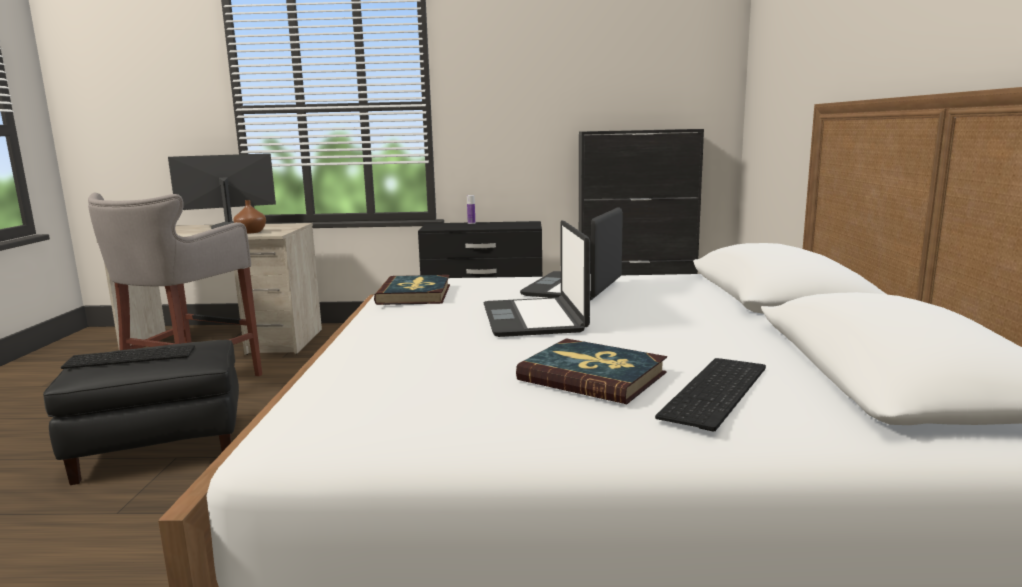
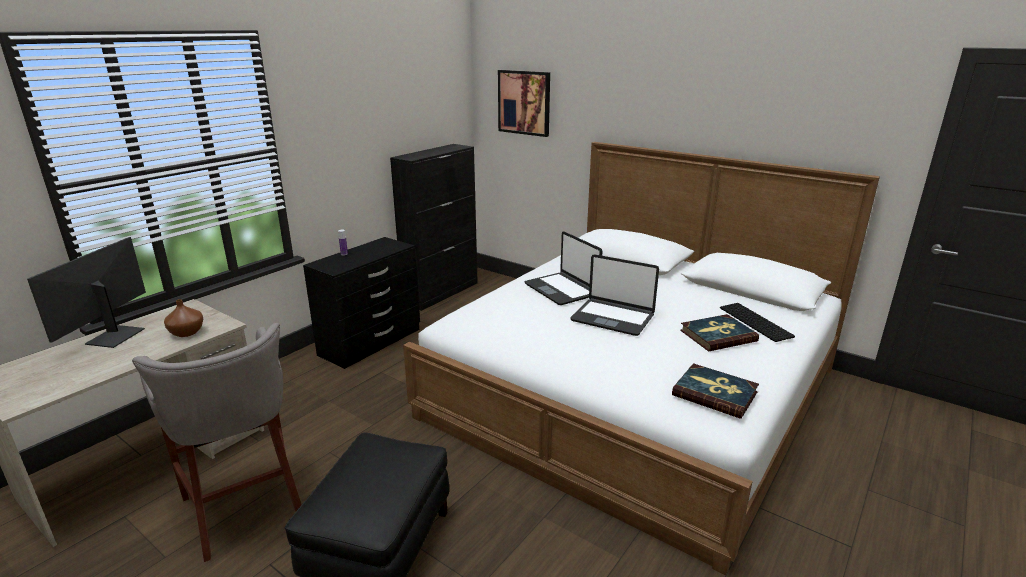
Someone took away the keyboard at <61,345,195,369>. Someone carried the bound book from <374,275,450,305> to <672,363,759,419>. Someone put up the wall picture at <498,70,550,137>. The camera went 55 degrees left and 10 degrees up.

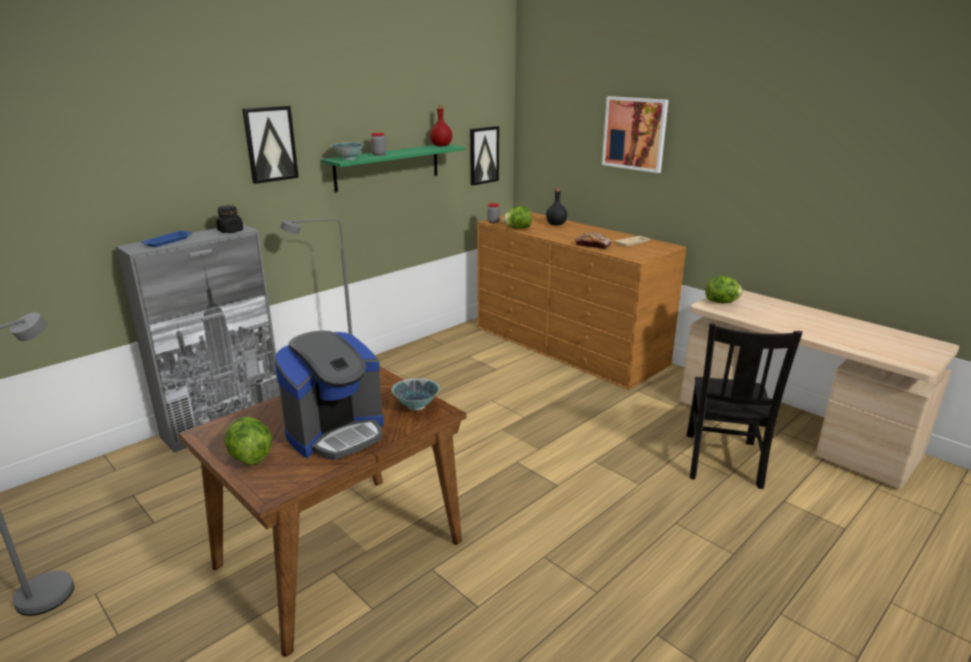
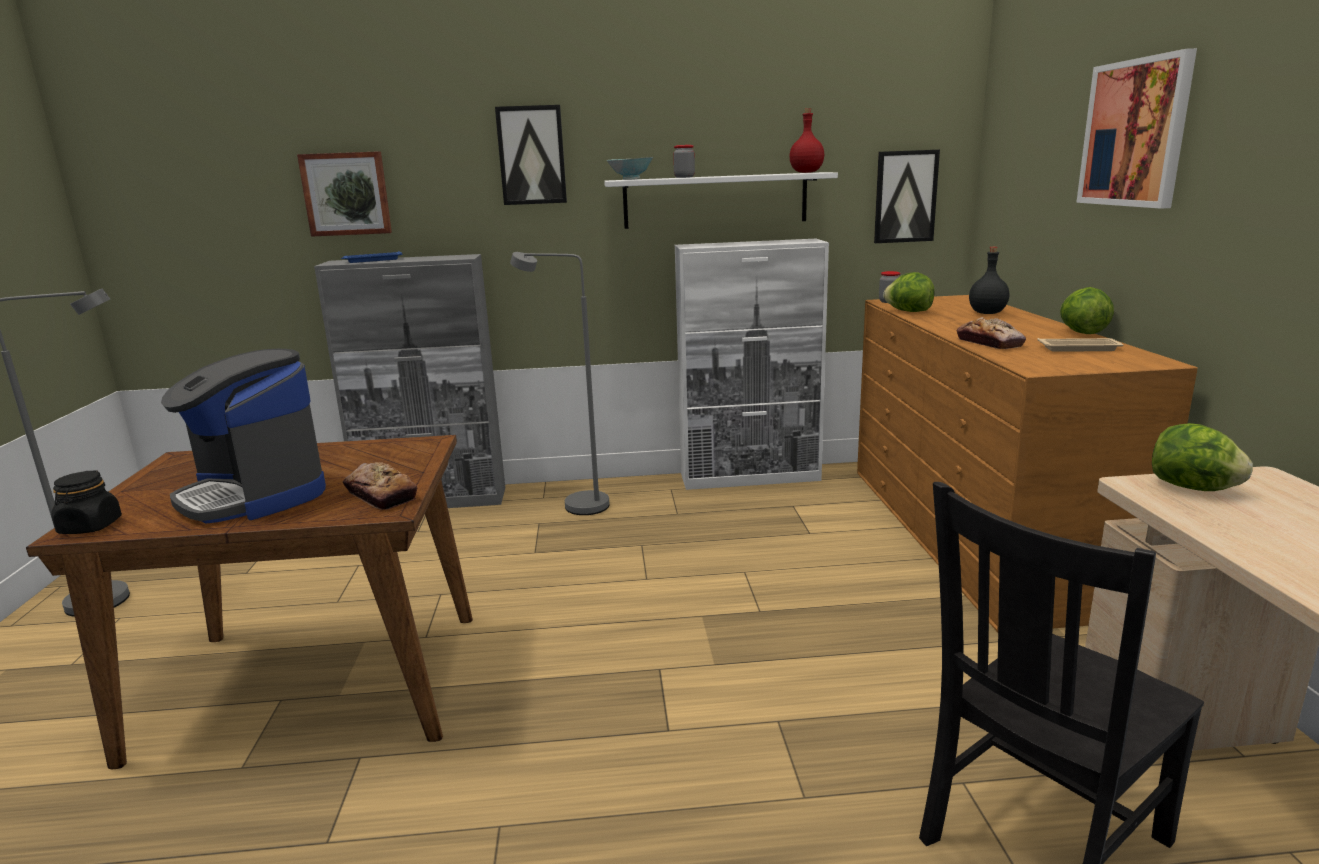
Someone carried the jar (black) from <216,205,243,233> to <51,470,122,534>. Someone carried the lettuce head from <224,417,272,465> to <1060,287,1114,334>. Someone rotated the coffee machine at <274,331,384,460> by 45 degrees clockwise. Someone repainted the shelf (green-coloured) at <321,144,465,192>, which became the shelf (whitish) at <604,172,838,229>. Someone swapped the serving bowl at <392,378,440,411> for the baked bread at <343,462,417,510>. Someone put up the wall picture at <297,151,392,237>. Someone put down the cabinet (whitish) at <675,239,829,490>. The camera went 40 degrees right and 5 degrees down.

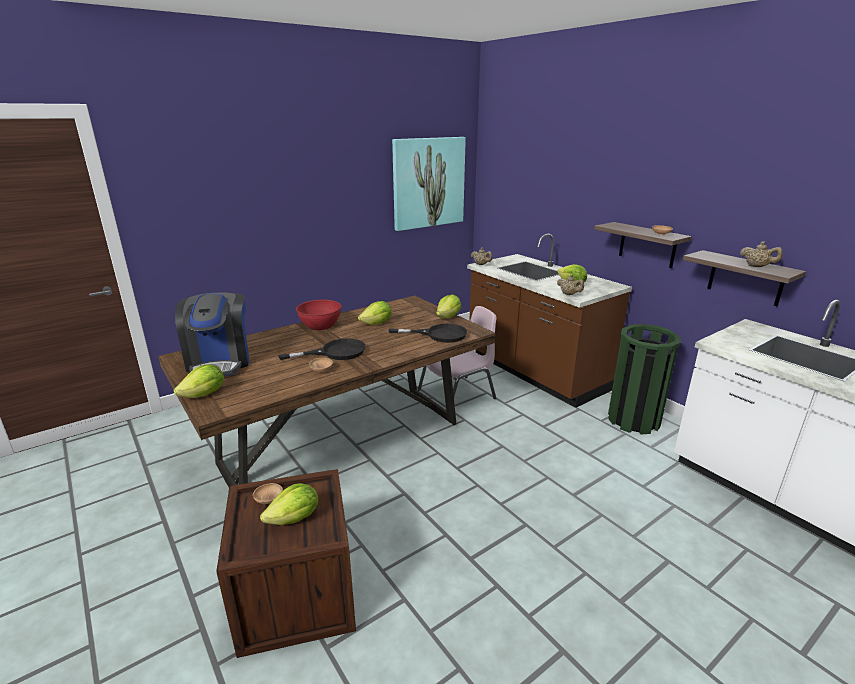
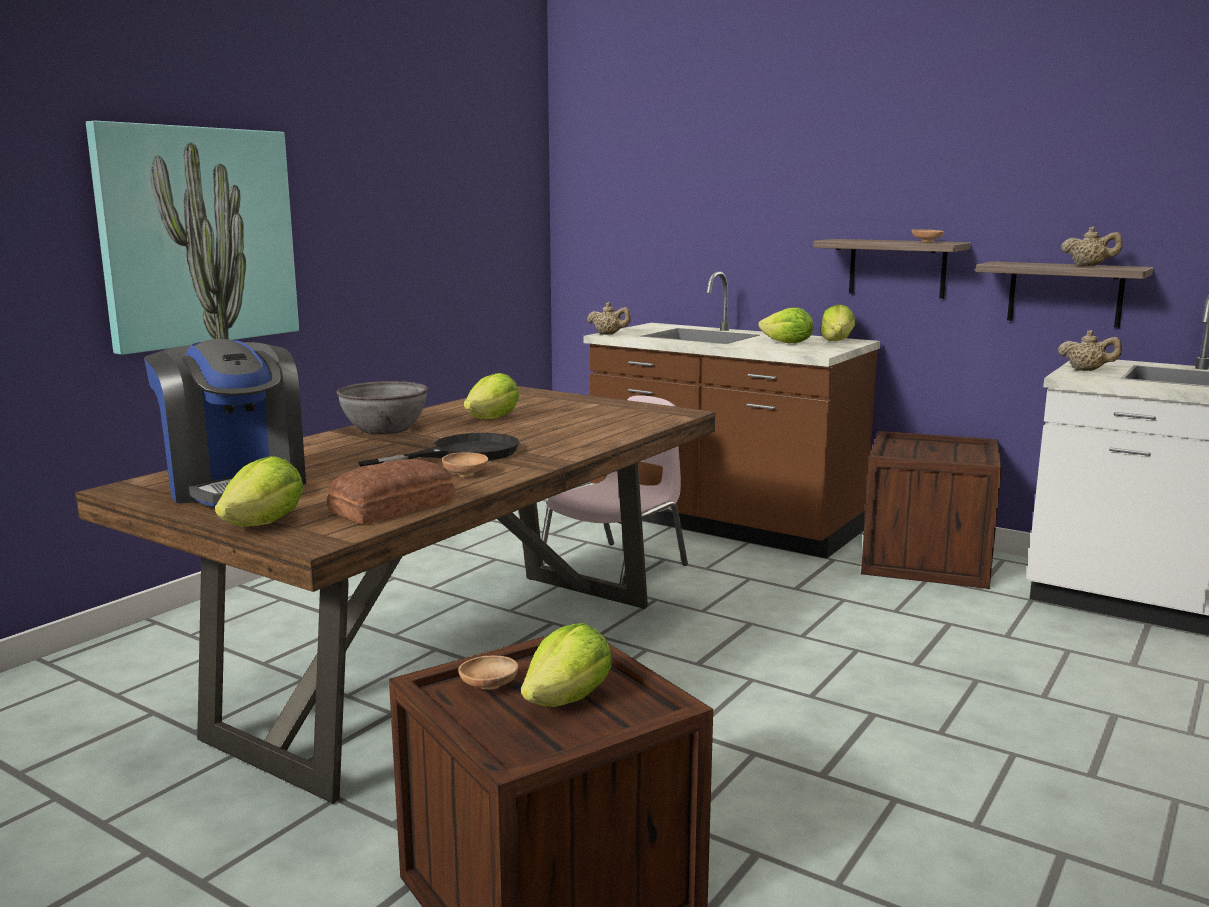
Someone repainted the serving bowl (reddish) at <296,300,342,330>, which became the serving bowl (greyish) at <336,381,428,434>. Someone took away the frying pan (black) at <389,324,467,343>. Someone carried the wall picture from <392,137,466,231> to <86,121,299,355>. Someone carried the lettuce head from <436,294,461,318> to <821,305,855,341>. Someone carried the teapot (sand-coloured) from <557,274,584,295> to <1058,330,1122,371>. Someone swapped the waste bin (green-coloured) at <608,324,681,434> for the shipping crate at <861,431,1002,589>. Someone put down the baked bread at <327,459,455,524>. The camera went 20 degrees left and 10 degrees down.

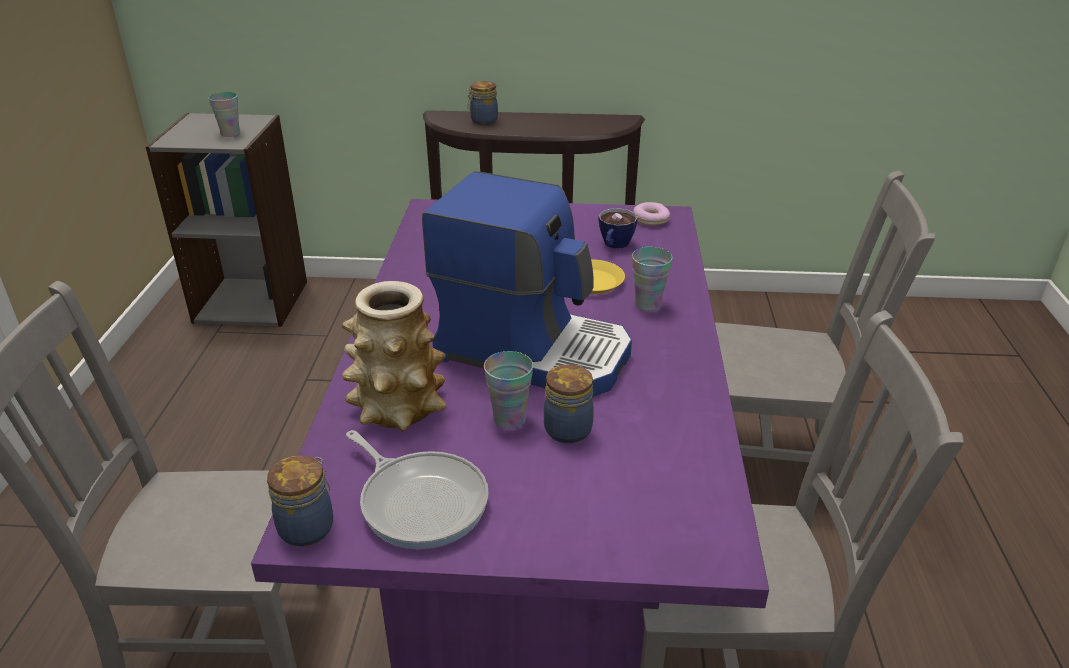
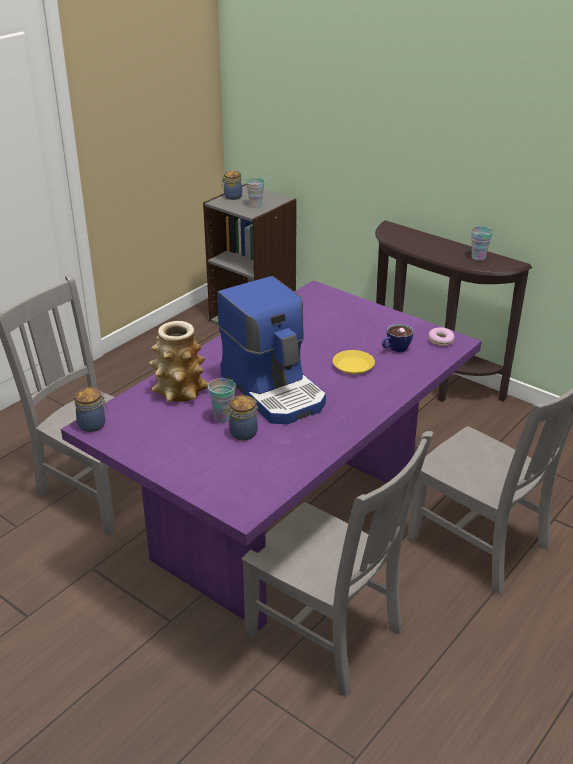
Someone took away the frying pan at <346,430,489,549>. Someone carried the jar from <467,81,498,125> to <222,171,242,200>. Someone carried the cup from <632,247,673,311> to <471,226,493,261>. The camera went 35 degrees right and 0 degrees up.

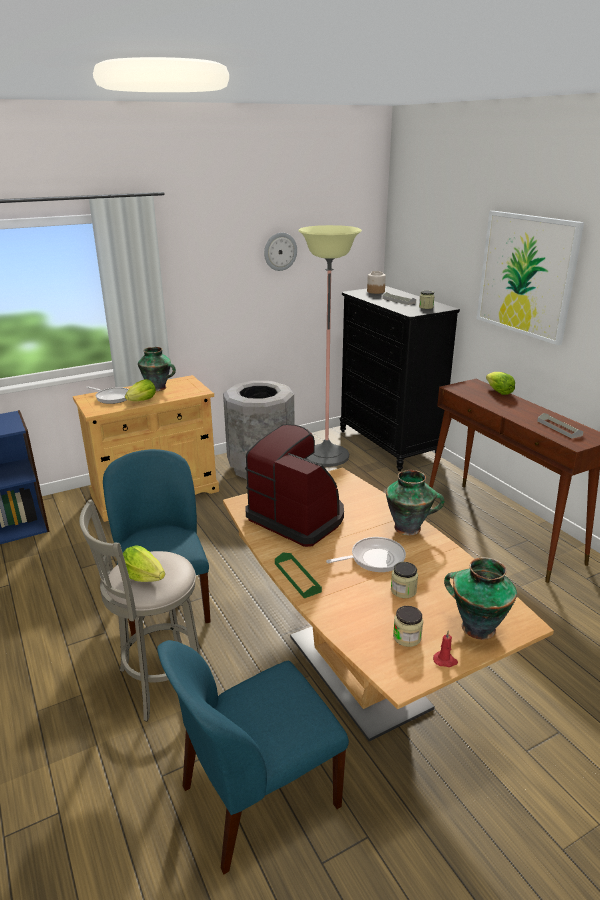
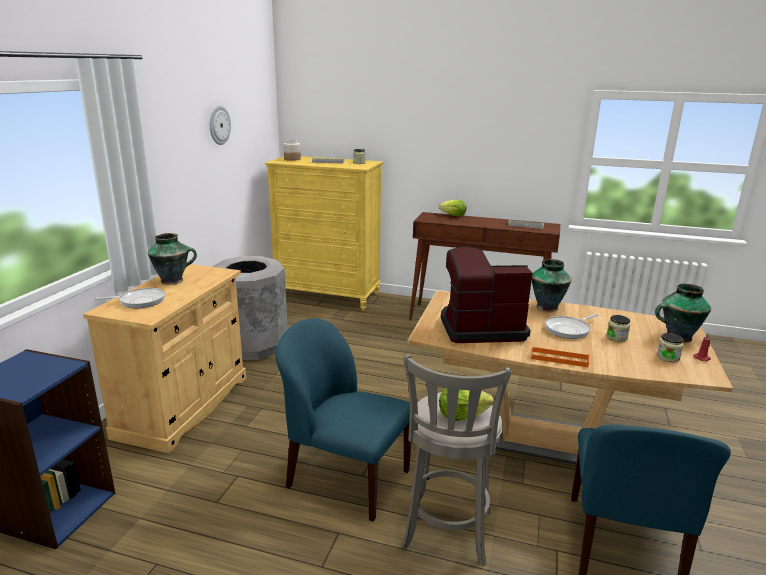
Someone took away the lettuce head at <125,379,156,401>. Someone repainted the carrying tray (green-coloured) at <275,552,322,598>, which became the carrying tray (orangey) at <531,346,589,367>. Someone took away the standard lamp at <298,225,362,467>. Someone rotated the frying pan at <326,537,406,572> by 150 degrees counterclockwise. Someone repainted the drawer chest (black) at <340,286,460,471>, which became the drawer chest (yellowish) at <265,156,383,310>. Someone took away the wall picture at <477,211,584,345>. The camera went 45 degrees left and 5 degrees down.

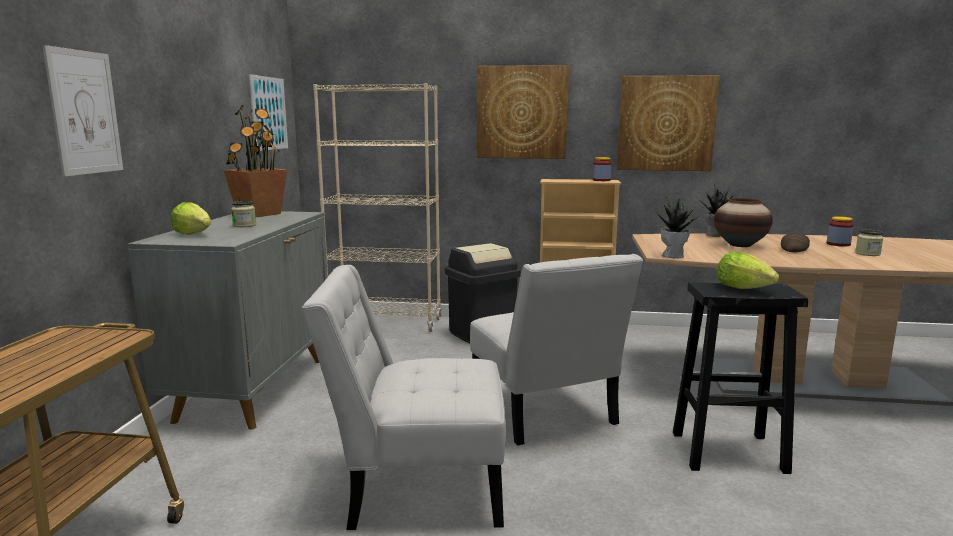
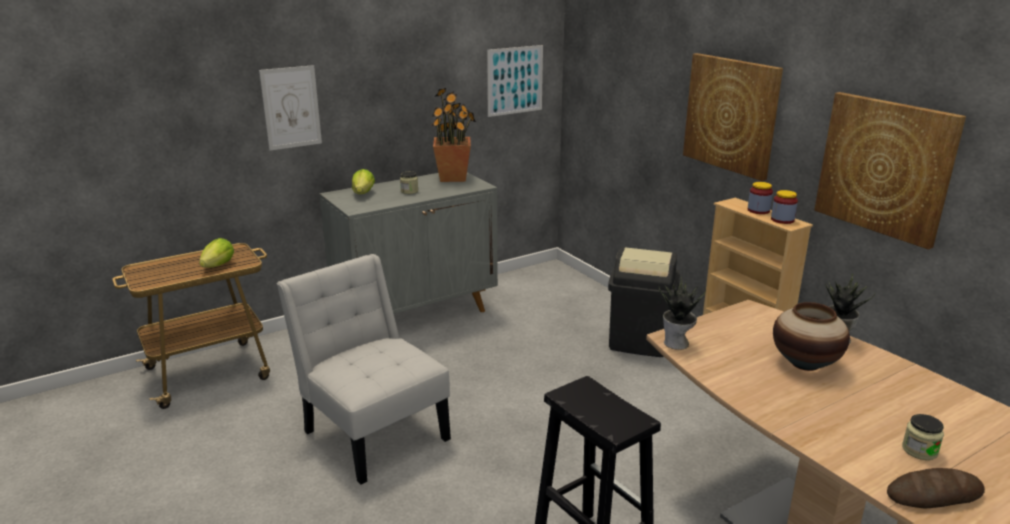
Someone took away the bookshelf (sand-coloured) at <313,83,442,332>. Someone took away the upright chair (whitish) at <470,254,643,446>. Someone carried the lettuce head from <717,252,779,289> to <199,238,234,268>. Someone carried the baked bread from <781,233,810,252> to <887,468,985,508>. Someone carried the jar from <827,216,854,247> to <747,182,773,214>. The camera went 50 degrees right and 10 degrees up.

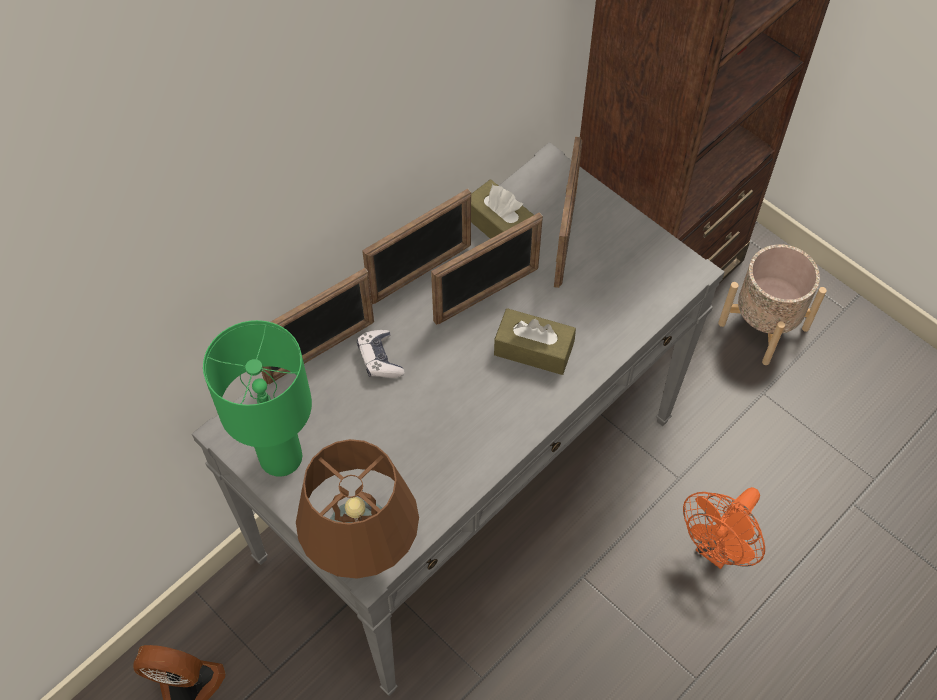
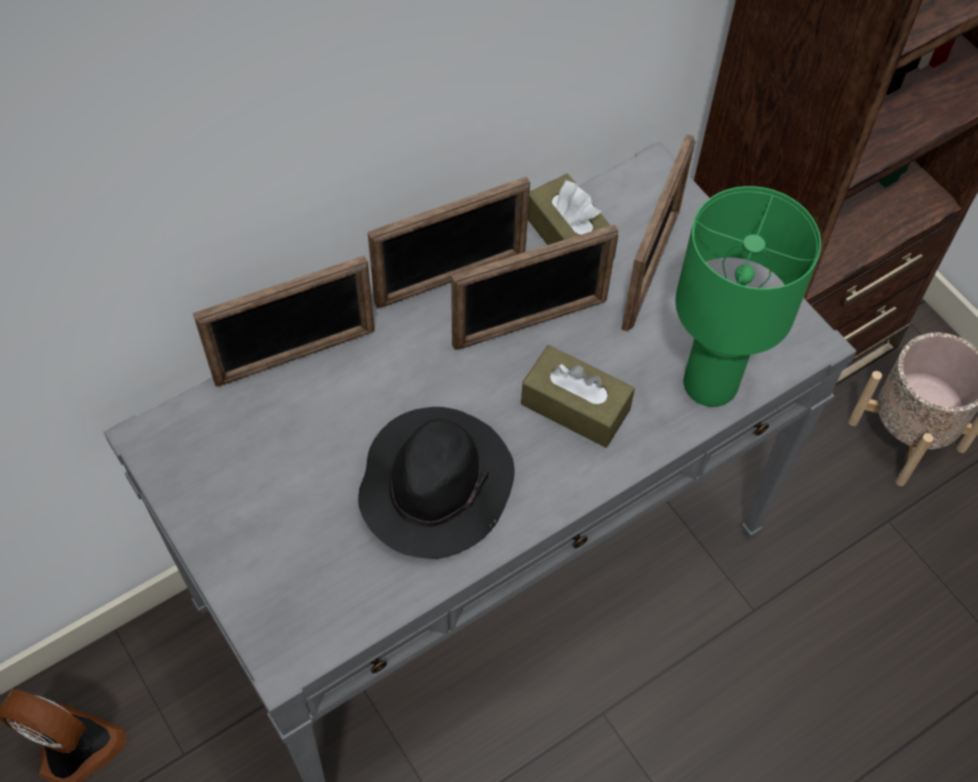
Someone carried the tabletop lamp (green-coloured) from <203,320,312,477> to <675,186,821,407>. Someone took away the tabletop lamp (brown) at <296,439,419,579>. Someone took away the gamepad at <357,330,405,378>. Someone took away the fan (orangey) at <683,487,765,569>. Someone put down the hat (black) at <358,407,515,559>. The camera went 10 degrees right and 0 degrees up.

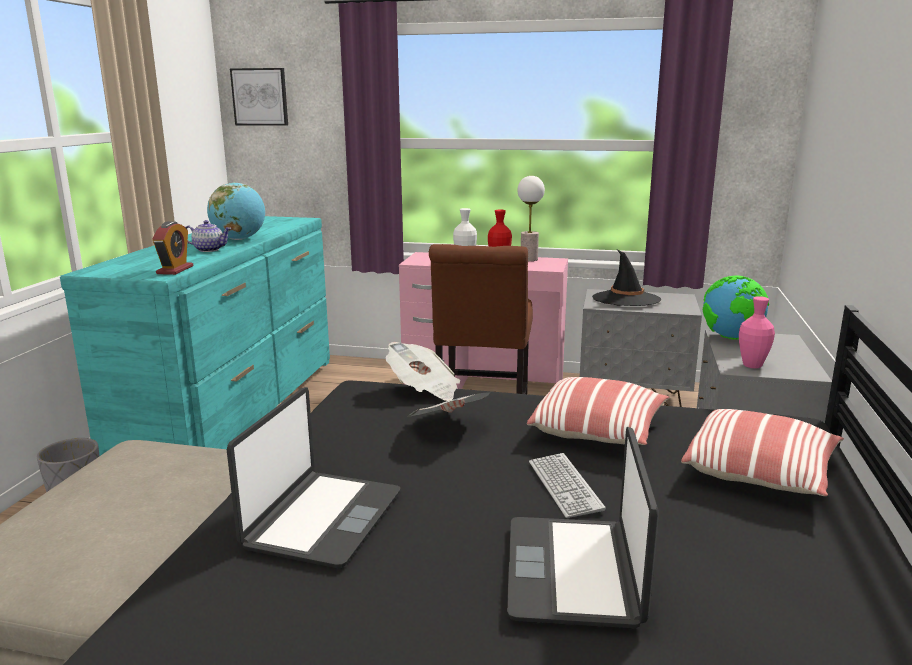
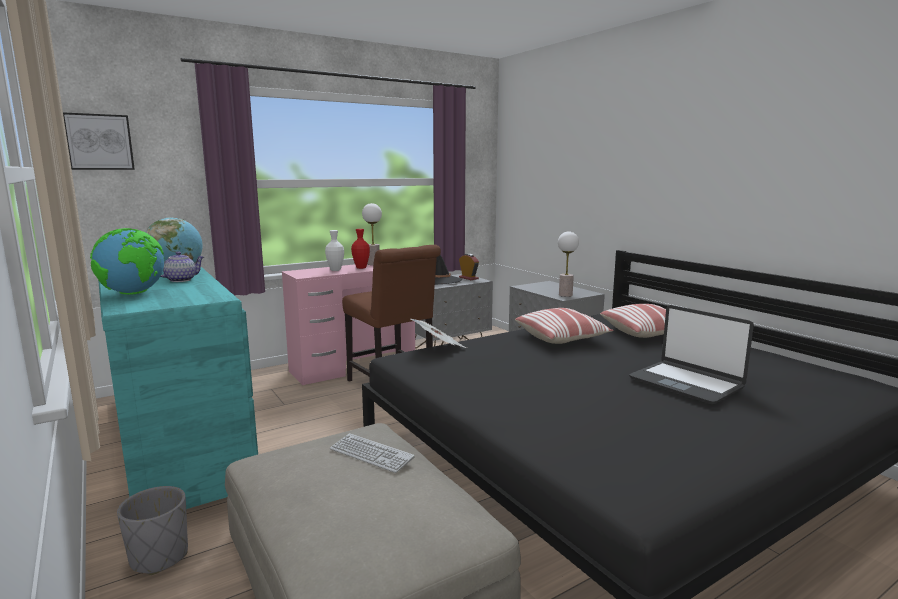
Someone carried the table clock from <153,222,193,275> to <459,254,479,280>. Someone took away the portable computer at <227,387,400,568>. Someone took away the printed paper at <409,392,490,416>. Someone carried the keyboard from <529,453,606,518> to <330,433,415,473>. Someone carried the globe from <703,276,769,340> to <90,228,164,295>. Someone swapped the vase (pink-coloured) at <739,296,775,368> for the tabletop lamp at <558,231,579,297>. The camera went 45 degrees left and 5 degrees down.

